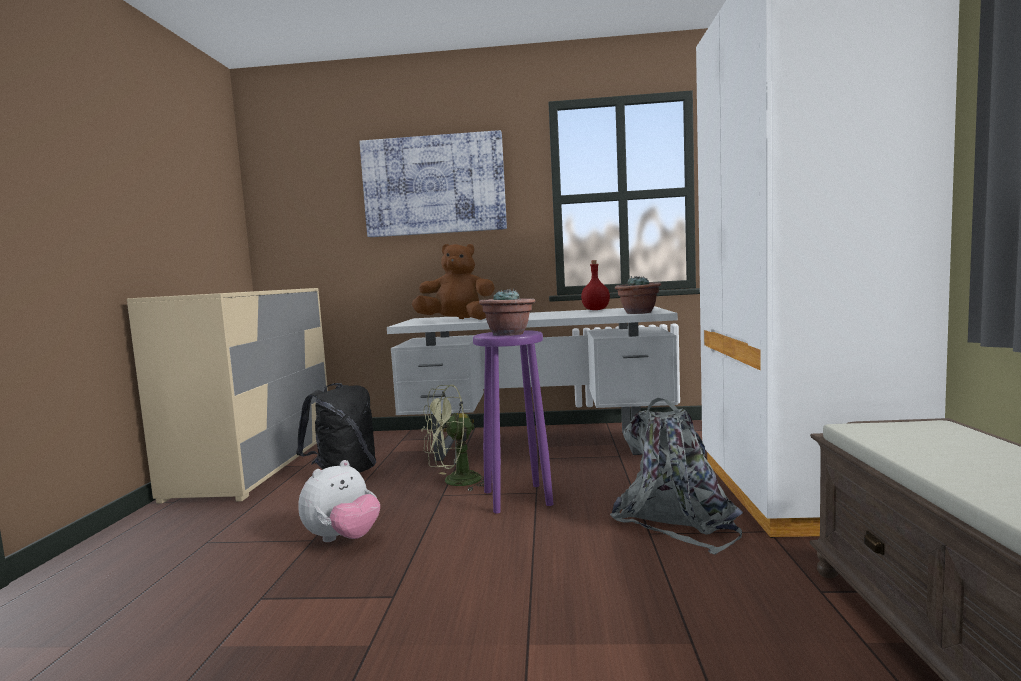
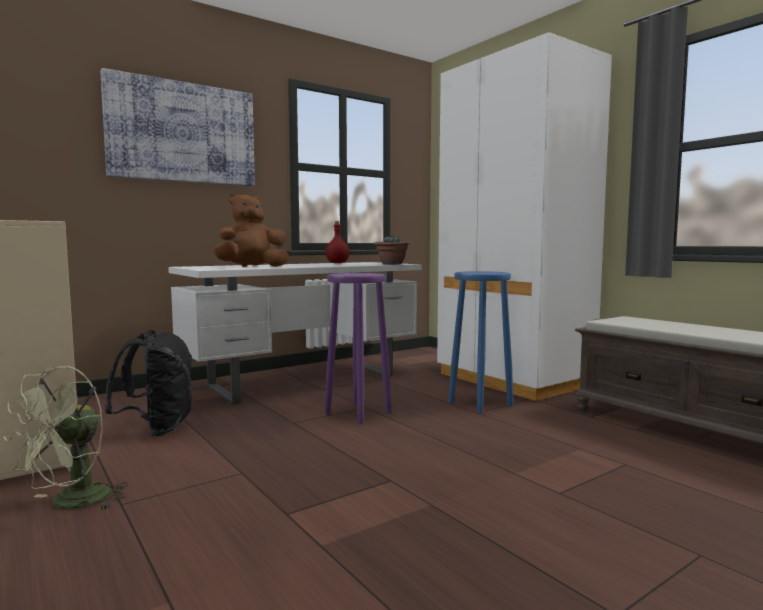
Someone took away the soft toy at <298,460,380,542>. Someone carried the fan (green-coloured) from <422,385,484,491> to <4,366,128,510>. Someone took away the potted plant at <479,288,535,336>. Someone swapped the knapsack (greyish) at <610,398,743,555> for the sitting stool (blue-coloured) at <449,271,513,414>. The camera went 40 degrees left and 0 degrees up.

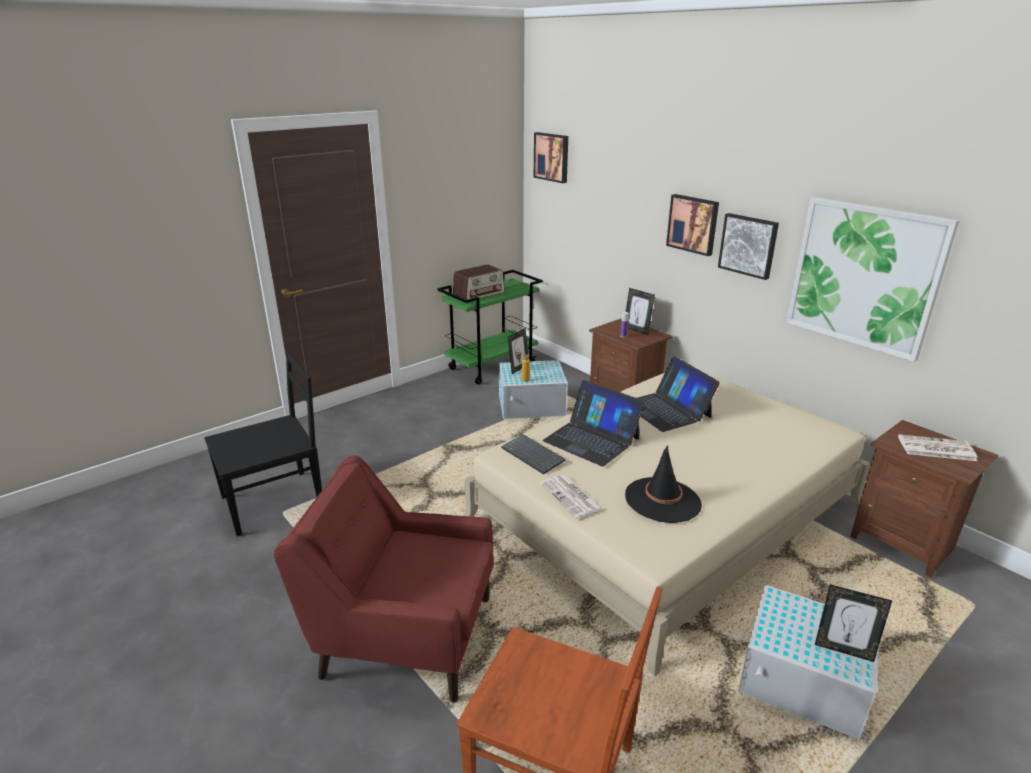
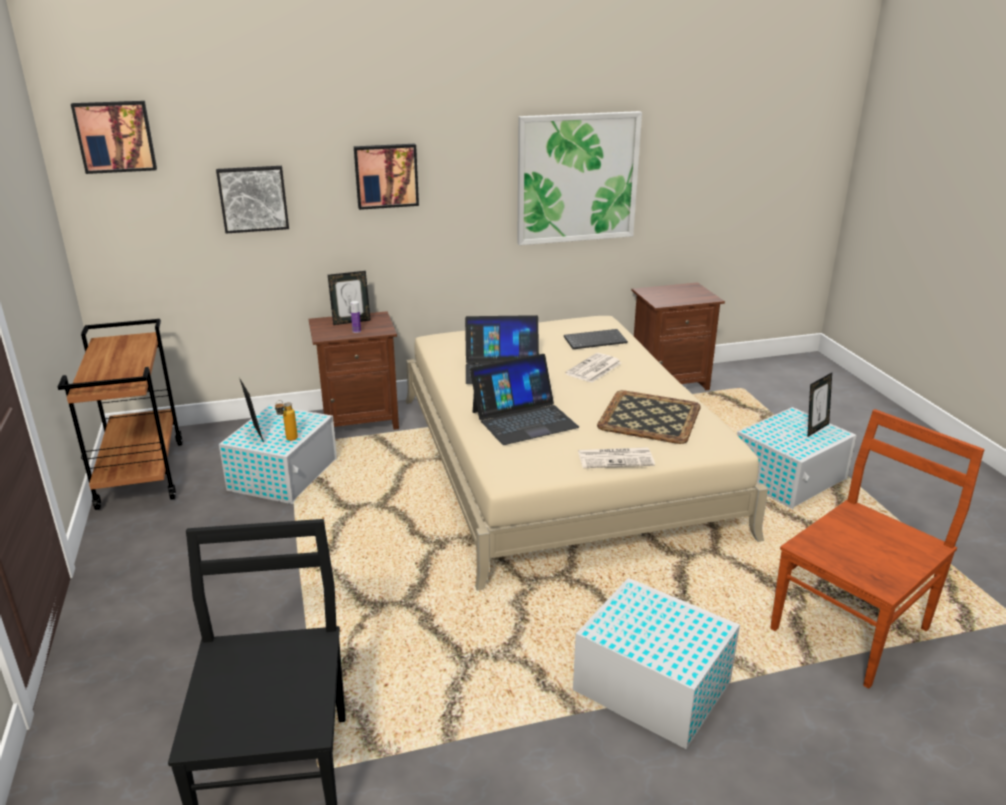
Someone swapped the armchair (reddish) at <274,455,494,703> for the storage container (whitish) at <573,578,740,749>. Someone repainted the cart (green-coloured) at <437,270,543,385>, which became the cart (brown) at <58,319,182,510>. Someone took away the radio set at <453,265,505,300>. Someone carried the keyboard from <501,434,566,474> to <564,329,628,349>. Someone swapped the hat (black) at <625,445,702,523> for the carrying tray at <597,390,701,444>. Someone carried the wall picture from <718,213,779,280> to <216,166,289,234>. Someone carried the printed paper from <898,434,977,461> to <565,353,621,383>. The camera went 65 degrees left and 0 degrees up.

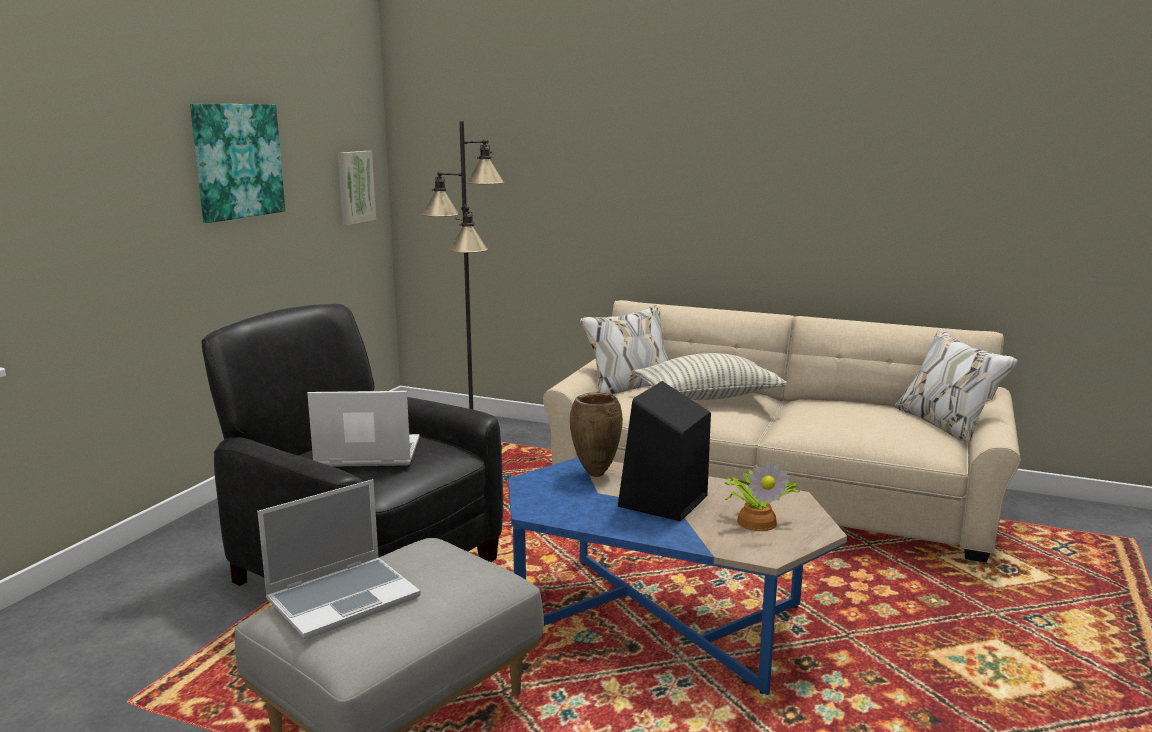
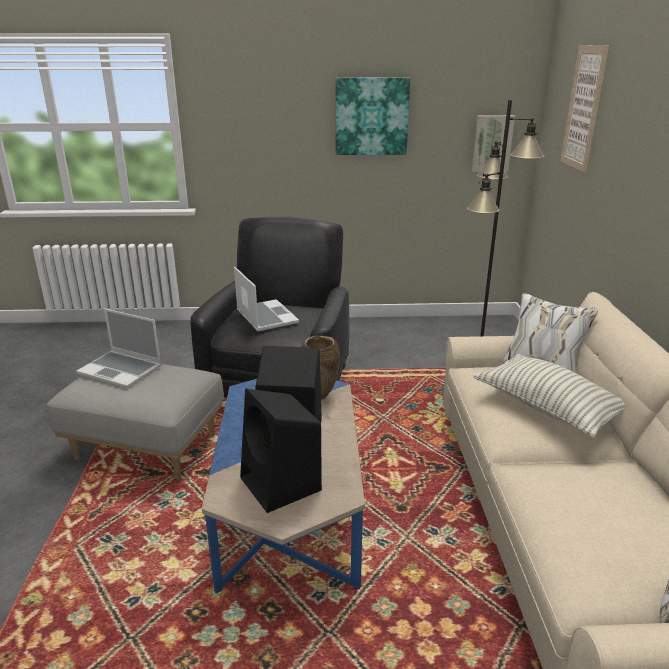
Someone swapped the potted plant at <724,461,801,531> for the loudspeaker (black) at <240,389,322,513>. Someone put up the wall picture at <560,45,609,172>. The camera went 65 degrees right and 10 degrees up.

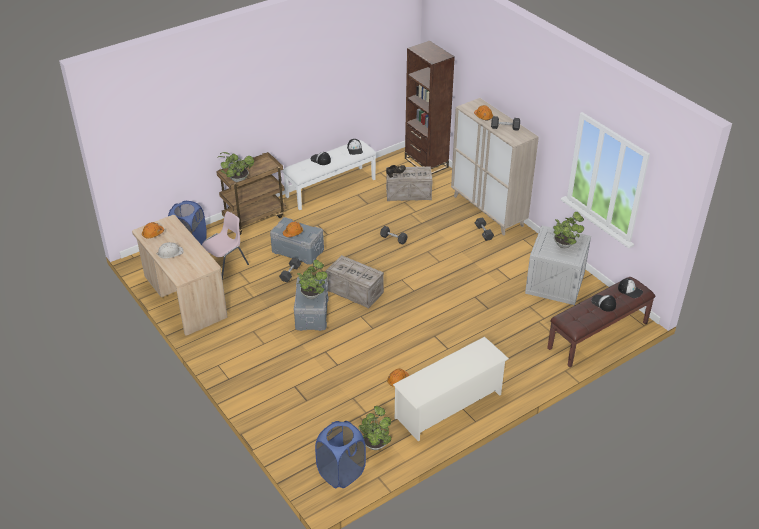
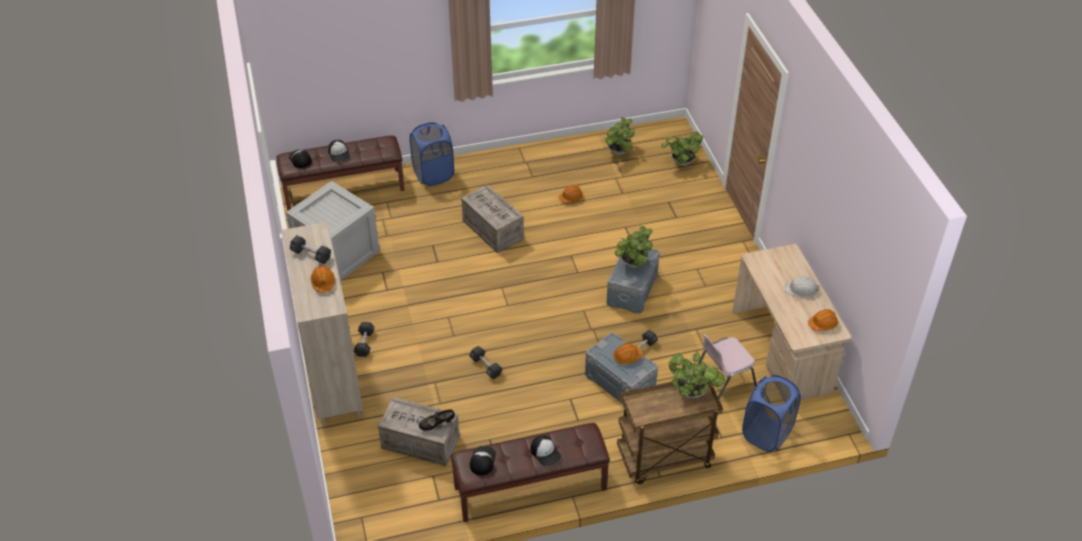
Someone repainted the indoor bench (whitish) at <283,140,376,210>, which became the indoor bench (brown) at <450,423,610,522>. Someone carried the laundry basket (blue-coloured) from <315,421,366,488> to <410,122,454,186>. Someone carried the shipping crate from <326,255,384,309> to <461,185,524,253>. Someone took away the shoe stand (whitish) at <393,337,509,441>. Someone took away the bookshelf (brown) at <405,41,455,174>. Someone carried the potted plant from <553,212,584,248> to <661,131,703,166>. The camera went 160 degrees left and 5 degrees up.

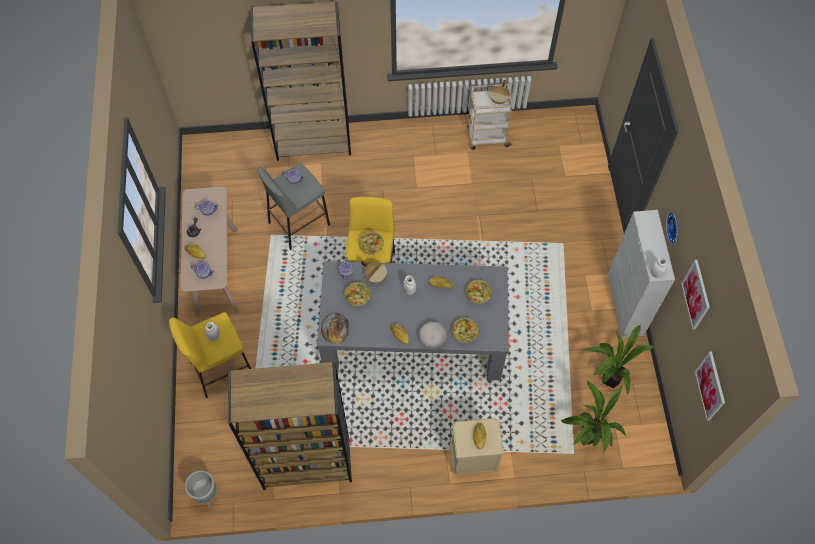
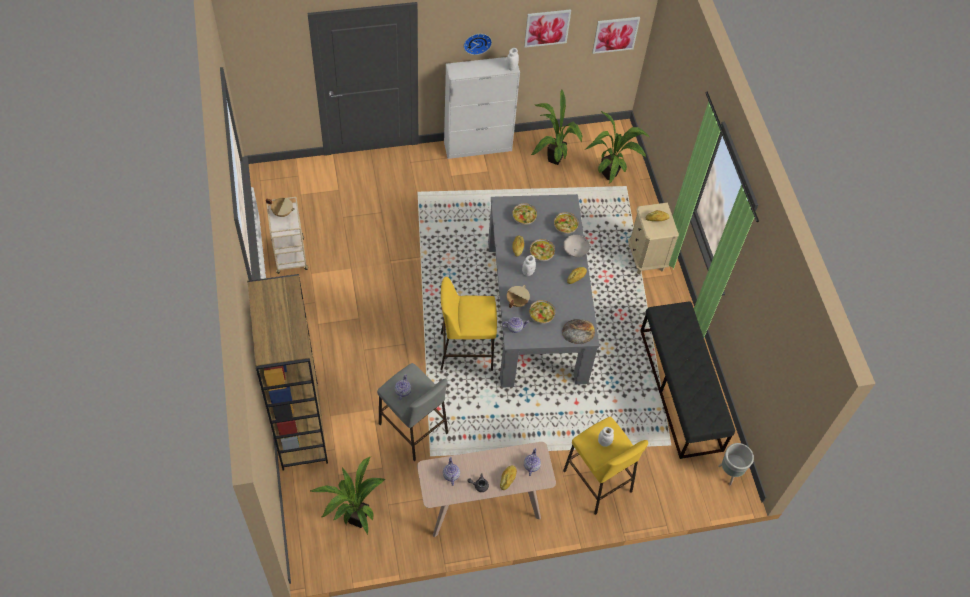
Someone swapped the bookshelf (brown) at <228,362,352,490> for the indoor bench (black) at <640,301,735,459>. Someone carried the serving bowl from <359,232,384,255> to <530,239,555,261>. Someone put down the potted plant at <309,457,386,534>. The camera went 100 degrees left and 5 degrees down.

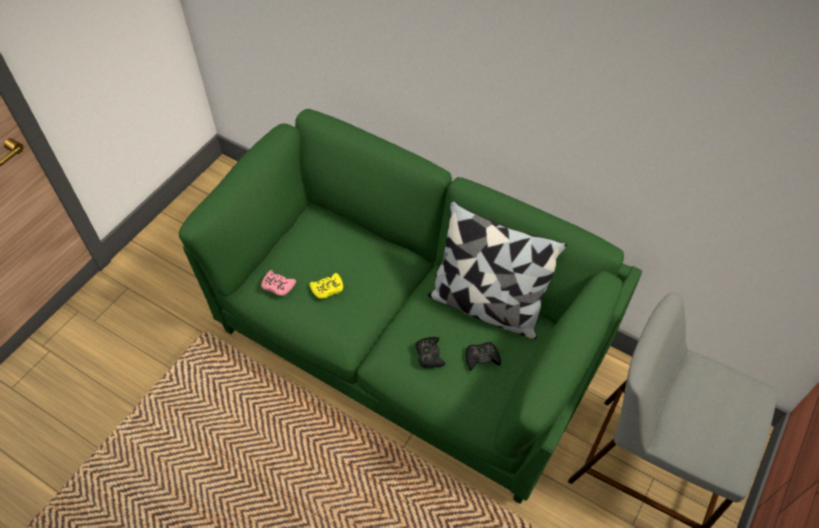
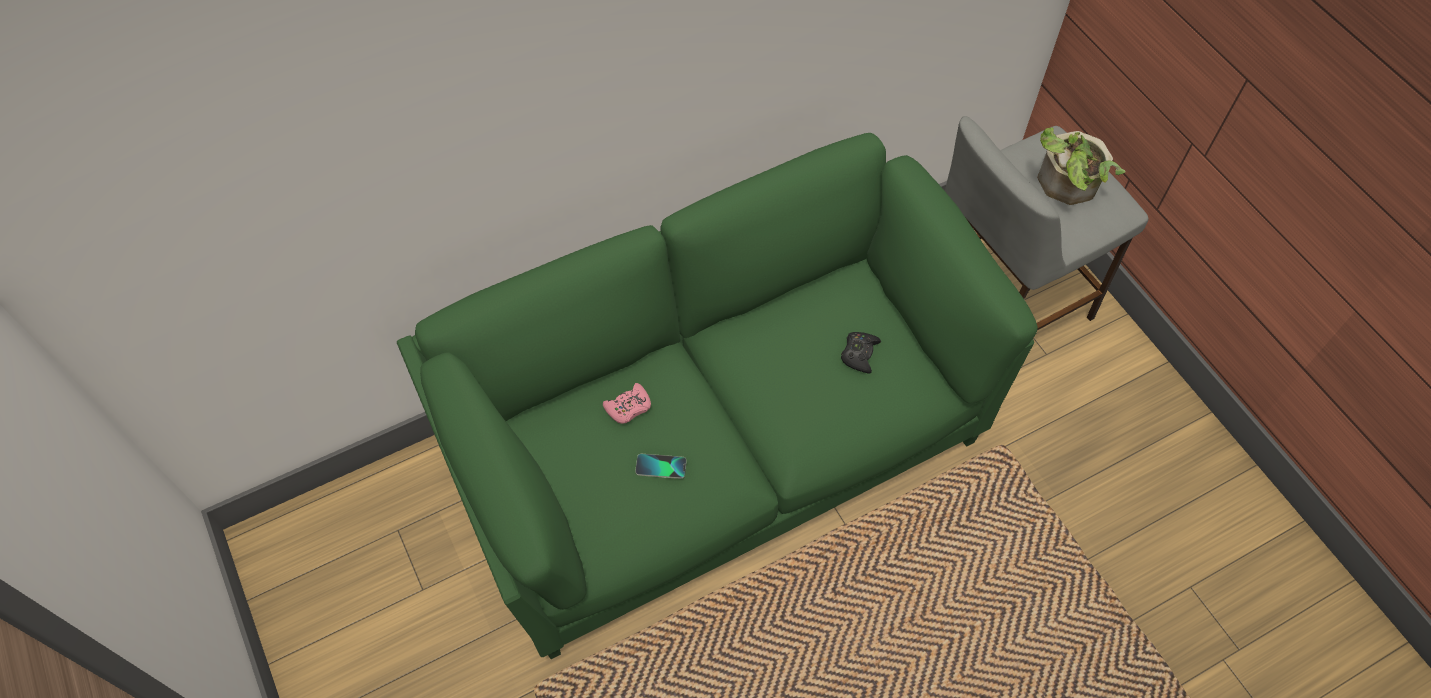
Someone carried the gamepad (pink-coloured) from <261,270,296,296> to <603,383,651,424>. Someone swapped the gamepad (yellowish) at <309,273,343,299> for the phone at <635,454,687,479>. Someone took away the gamepad (black) at <416,337,445,368>. Someone took away the throw pillow at <428,200,567,339>. Someone put down the potted plant at <1037,128,1126,205>. The camera went 60 degrees left and 5 degrees up.

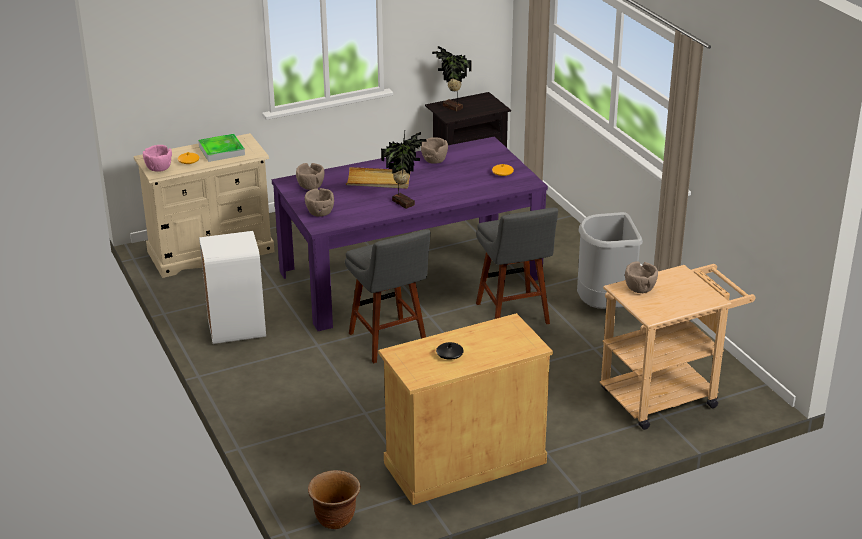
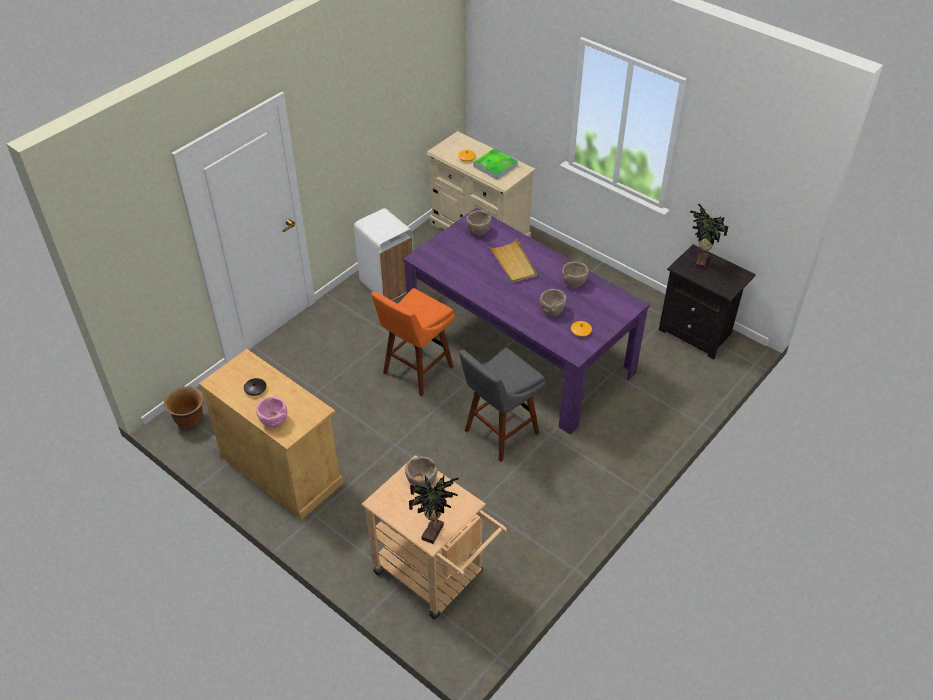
Someone carried the serving bowl (pink-coloured) from <143,145,172,172> to <256,396,287,428>. Someone carried the serving bowl (brown) from <305,188,334,217> to <540,289,567,317>. Someone repainted the sitting stool (greyish) at <345,229,431,363>, which became the sitting stool (orangey) at <371,288,455,396>. Someone carried the potted plant from <381,132,427,209> to <409,475,459,544>. Someone took away the waste bin (greyish) at <577,212,643,309>. The camera went 65 degrees right and 15 degrees up.

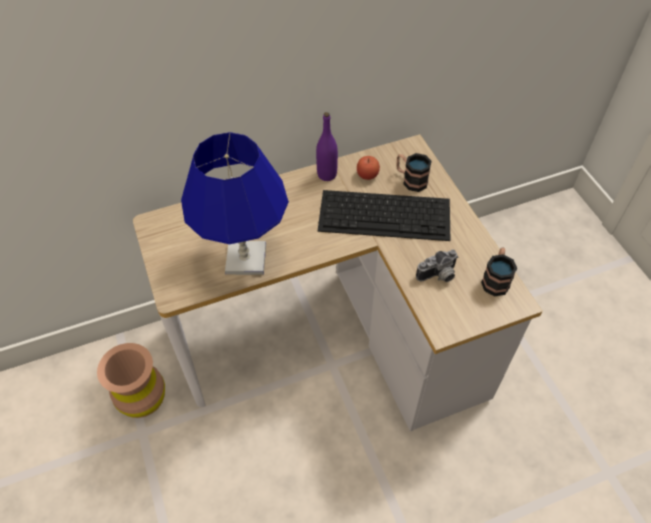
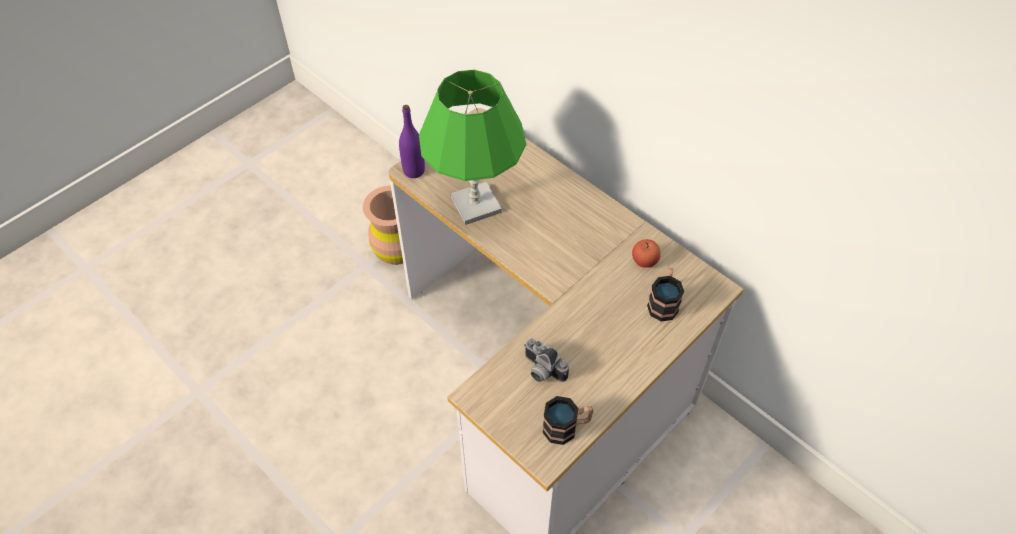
Someone repainted the tabletop lamp (blue-coloured) at <181,132,289,275>, which became the tabletop lamp (green-coloured) at <419,70,526,225>. Someone carried the drink bottle (purple) from <316,112,338,181> to <399,105,425,178>. Someone took away the keyboard at <318,190,450,241>. The camera went 65 degrees right and 0 degrees up.

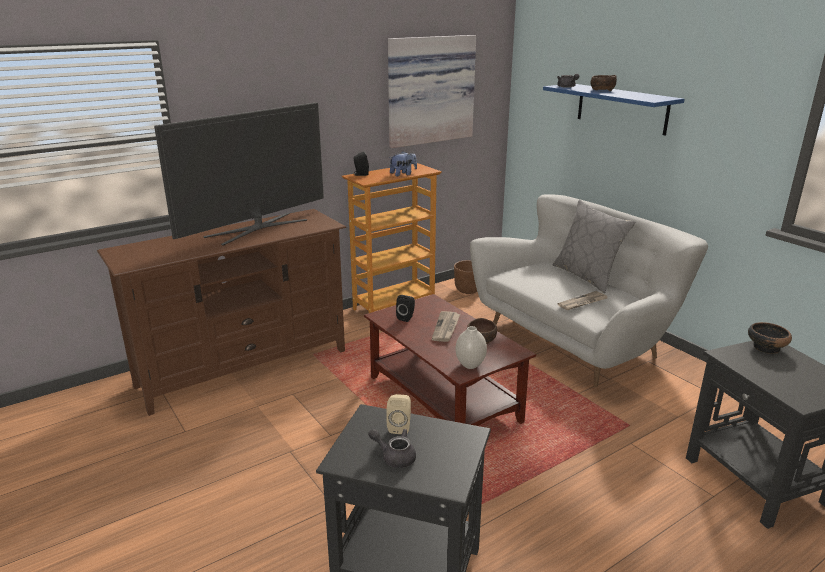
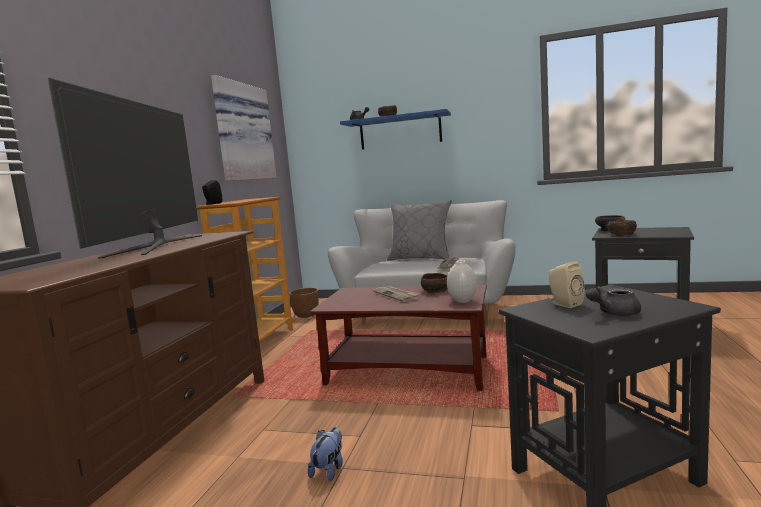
Someone carried the soft toy from <389,151,417,176> to <308,427,343,482>. Someone took away the loudspeaker (black) at <396,295,415,322>. Someone put down the serving bowl (brown) at <607,220,637,236>. The camera went 40 degrees left and 15 degrees down.

